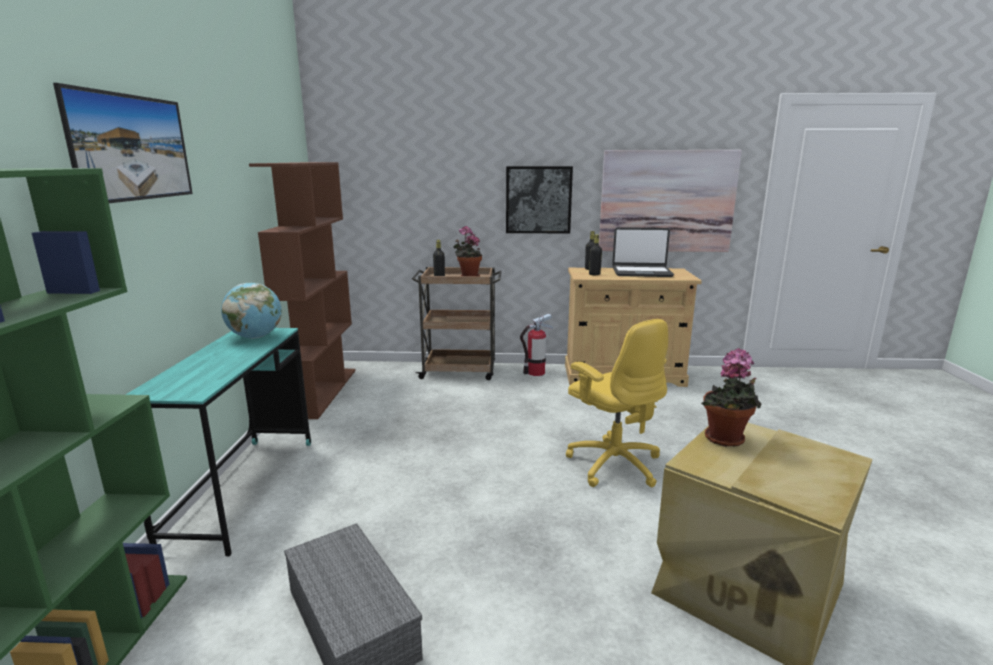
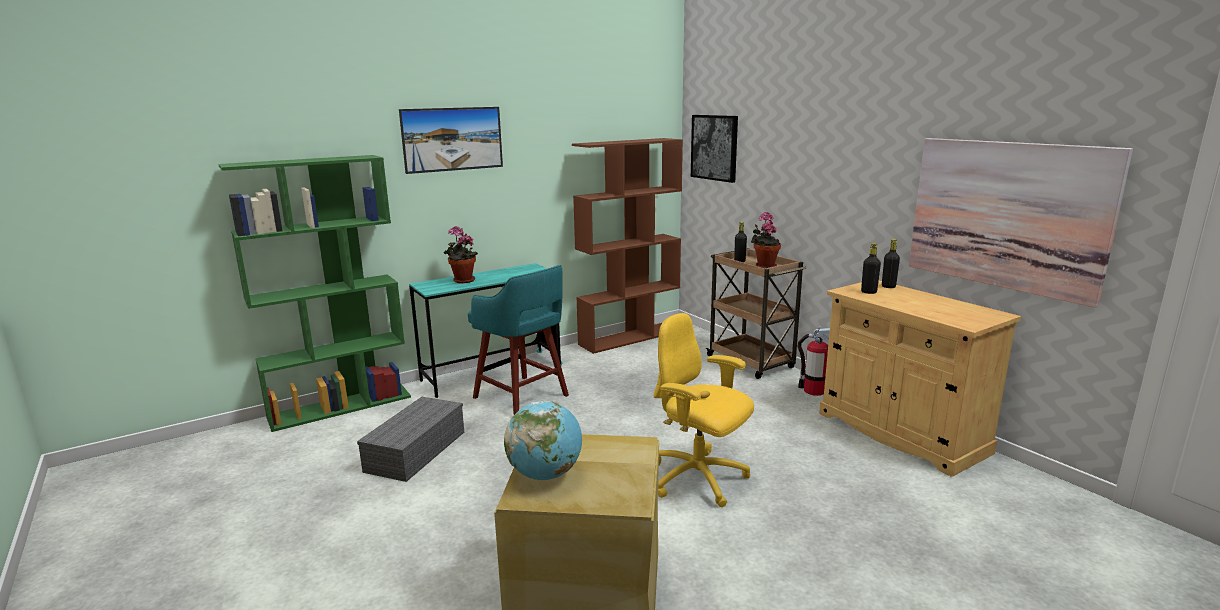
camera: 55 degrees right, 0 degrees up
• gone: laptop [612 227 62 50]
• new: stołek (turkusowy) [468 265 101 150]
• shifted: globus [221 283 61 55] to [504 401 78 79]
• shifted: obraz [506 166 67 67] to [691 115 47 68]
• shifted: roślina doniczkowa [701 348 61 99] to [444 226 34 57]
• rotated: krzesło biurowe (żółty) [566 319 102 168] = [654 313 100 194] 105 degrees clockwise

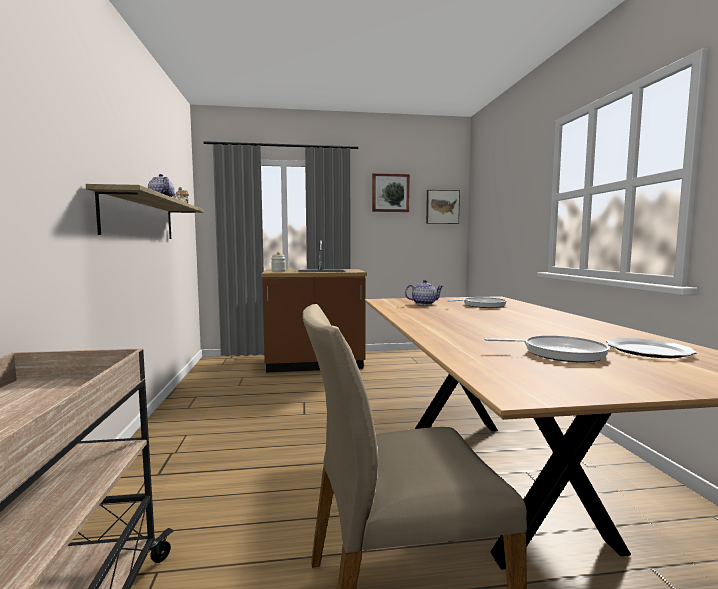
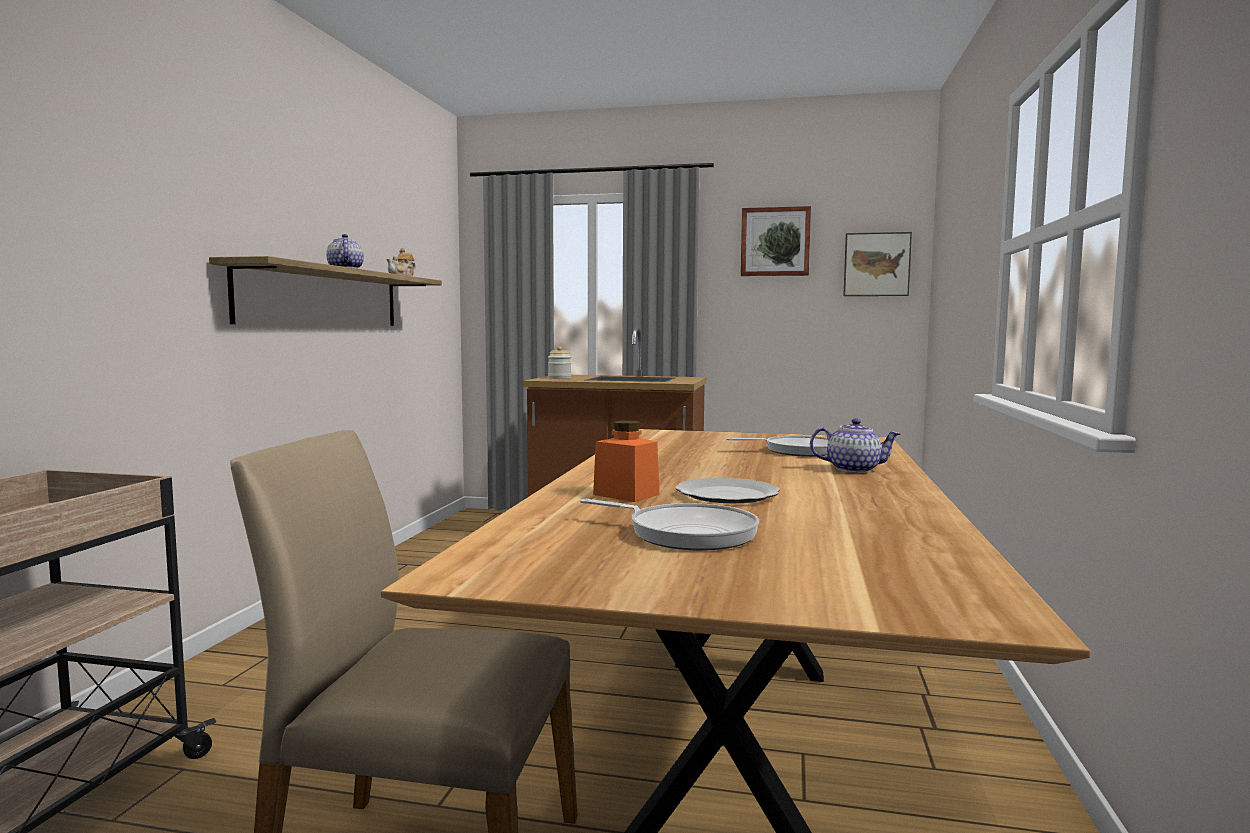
camera: 20 degrees right, 0 degrees up
• new: słoik (pomarańczowy) [593 420 66 82]
• shifted: imbryk [405 280 38 25] to [810 419 91 54]
• shifted: talerz [606 338 91 20] to [675 478 105 25]

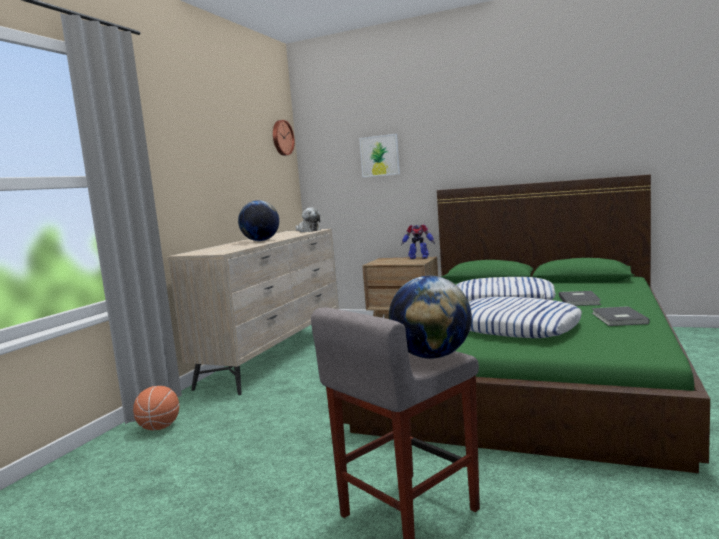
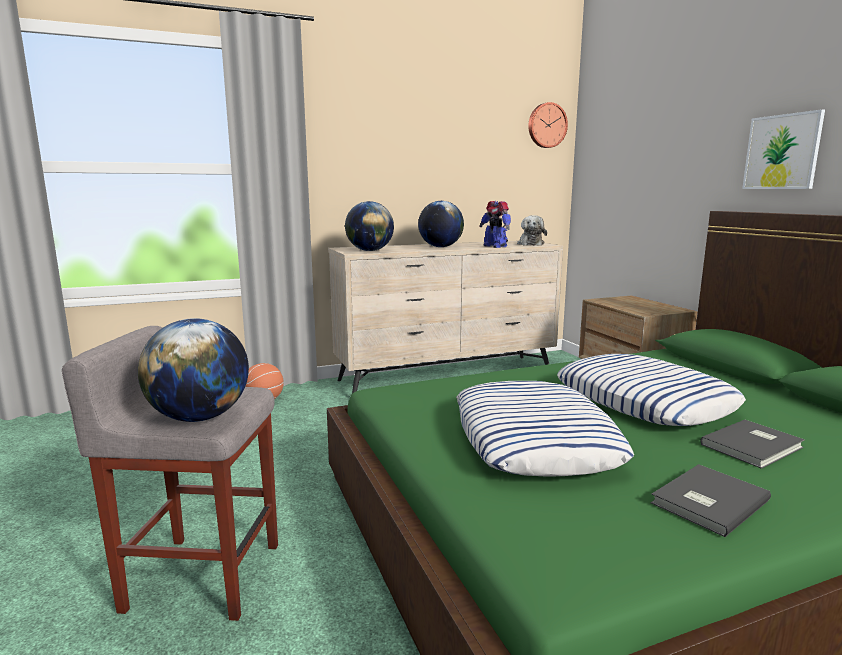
camera: 45 degrees right, 5 degrees up
• new: globus [345 201 49 50]
• shifted: obraz [359 134 41 43] to [742 109 83 80]
• shifted: robot zabawkowy [401 224 34 35] to [479 201 32 47]

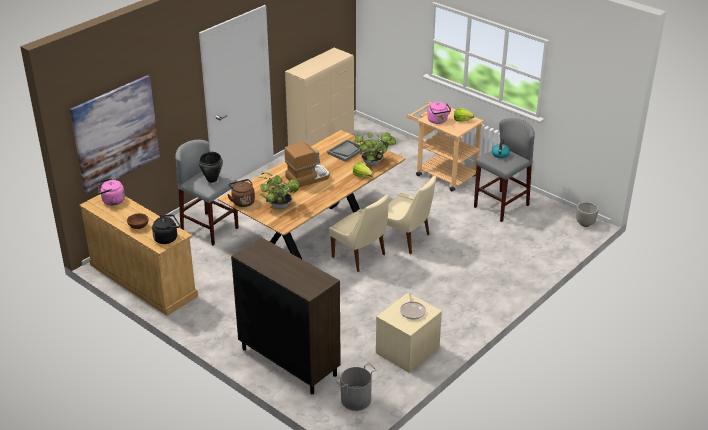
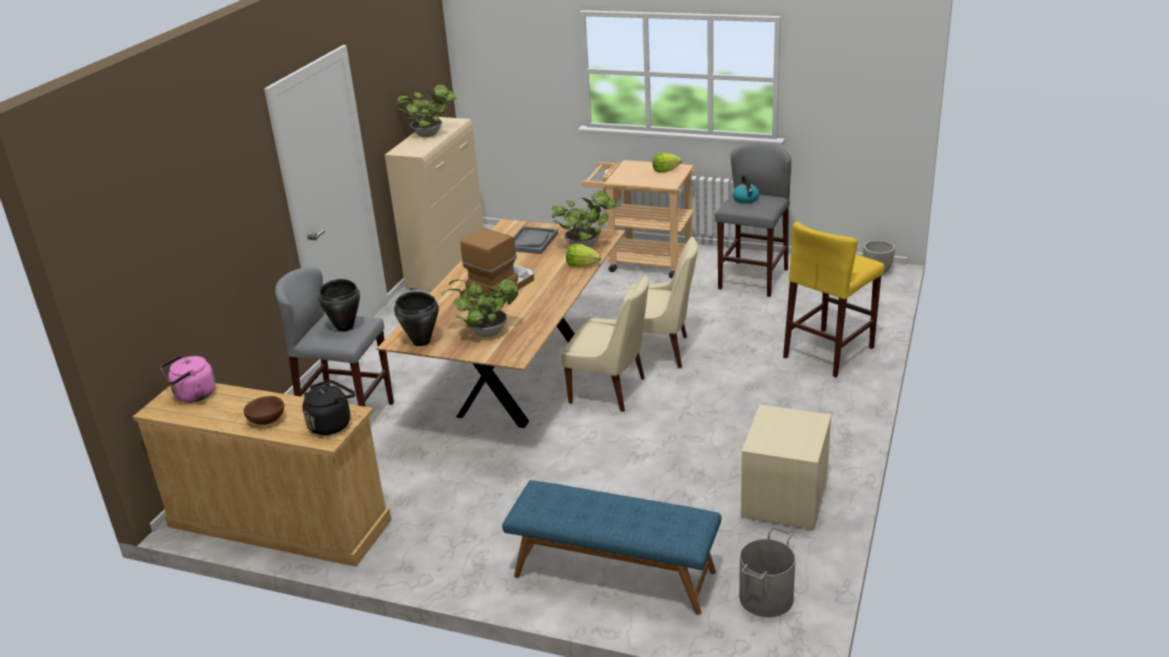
camera: 20 degrees left, 5 degrees down
• gone: obraz [70 75 90 119]
• gone: patelnia [400 293 26 26]
• gone: czajnik (różowy) [427 102 25 22]
• new: roślina doniczkowa [397 84 59 53]
• new: stołek (żółty) [783 222 102 155]
• swapped: czajnik (brązowy) [227 179 28 28] to garnek (czarny) [394 292 45 54]
• swapped: szafka (brązowy) [231 237 110 157] to ławka (niebieski) [502 480 219 135]

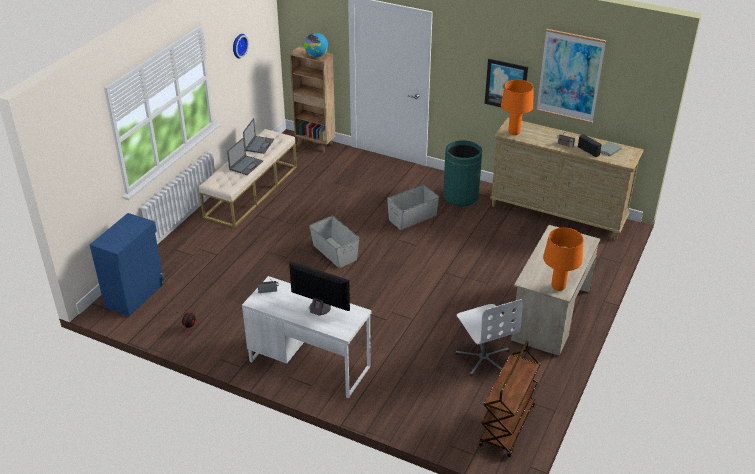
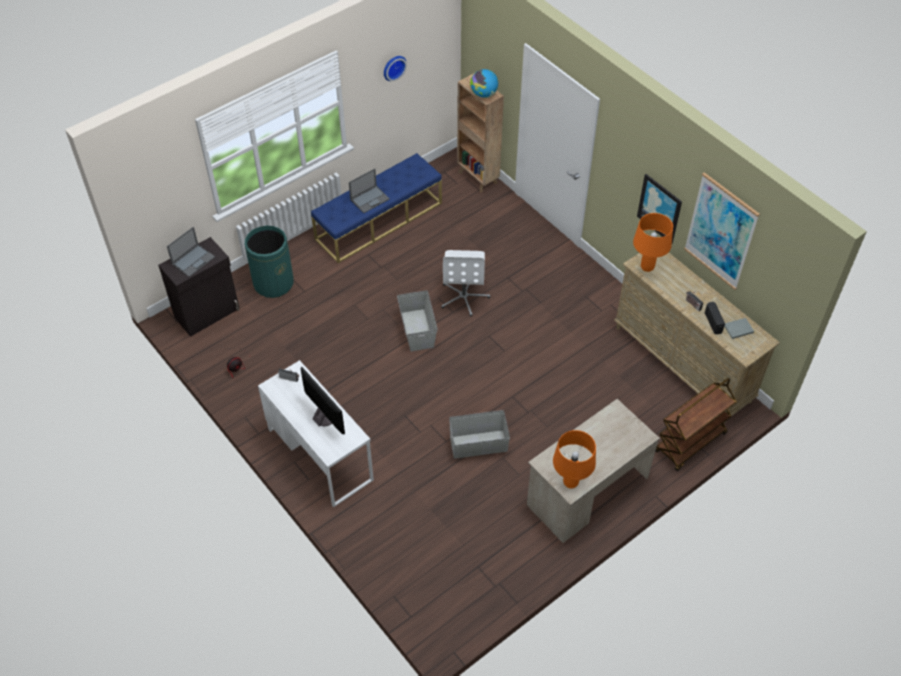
camera: 25 degrees right, 15 degrees up
• shifted: laptop [243 118 31 36] to [167 227 48 50]
• shifted: pojemnik do przechowywania (szary) [387 184 52 46] to [449 410 61 49]
• shifted: kosz na śmieci (zielony) [443 140 39 67] to [245 226 49 72]
• shifted: krzesło biurowe (biały) [455 299 68 77] to [441 250 49 67]
• shifted: wózek (brązowy) [479 341 61 116] to [656 378 81 93]
• repainted: szafka (niebieski) [90 213 76 104] to szafka (czarny) [158 237 82 100]
• repainted: ławka (beżowy) [199 129 98 99] to ławka (niebieski) [311 153 131 110]

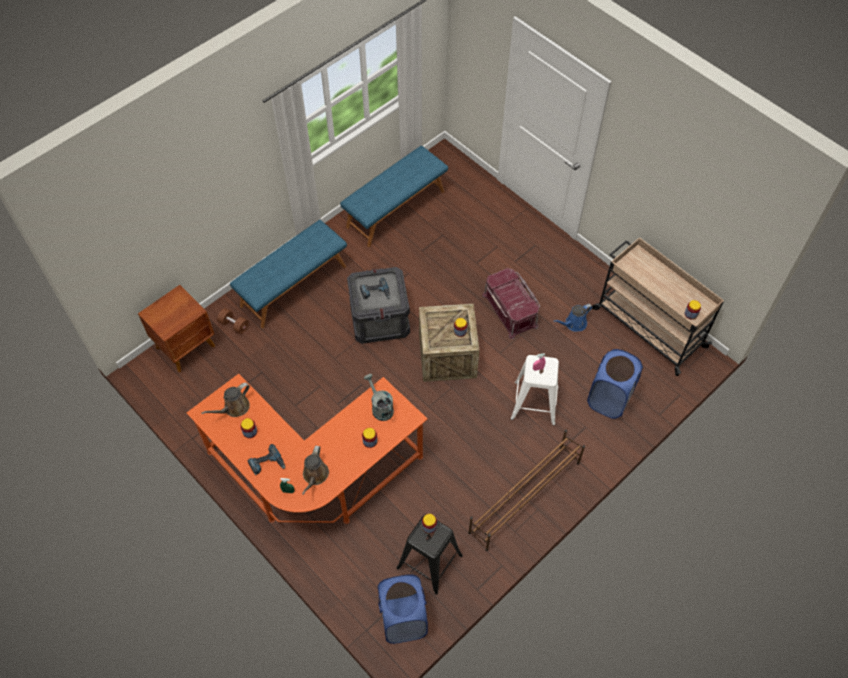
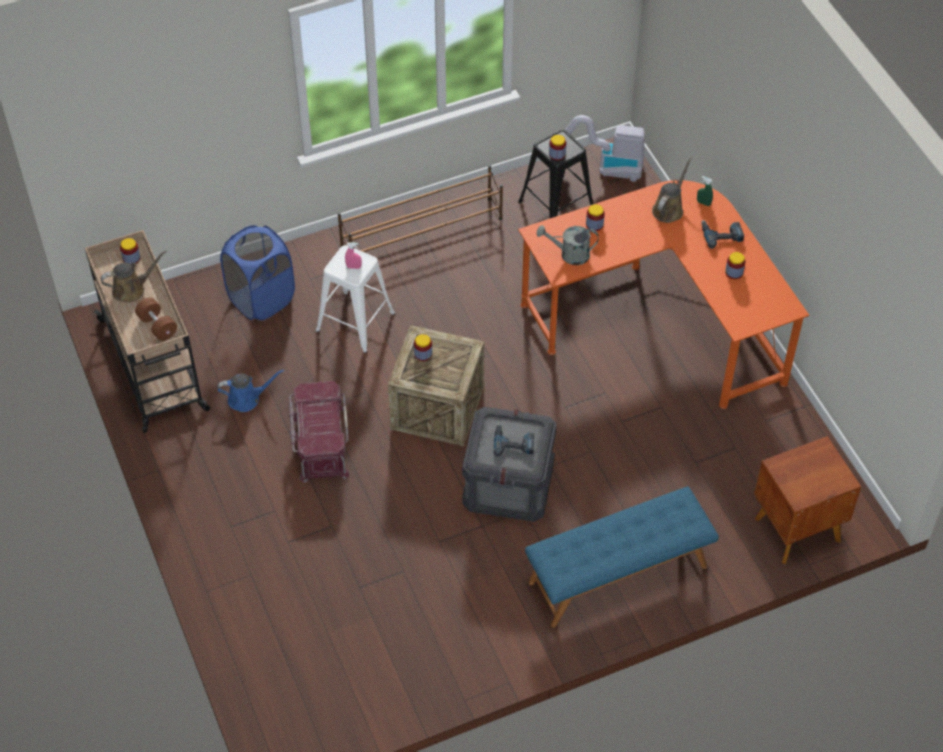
camera: 160 degrees left, 5 degrees down
• gone: ławka (niebieski) [340 146 108 101]
• shifted: konewka (brązowy) [202 383 48 34] to [100 250 67 52]
• shifted: hantel (brązowy) [217 308 32 26] to [135 297 42 44]
• swapped: kosz na pranie (niebieski) [378 574 50 70] to odkurzacz [565 115 80 67]
• rotated: konewka (szary) [364 374 30 47] = [536 225 63 40] 105 degrees clockwise

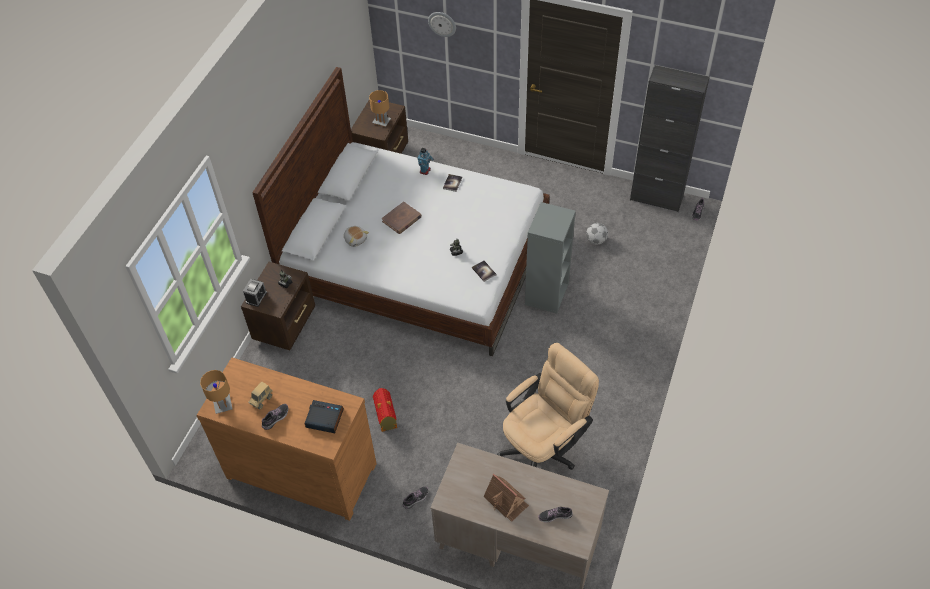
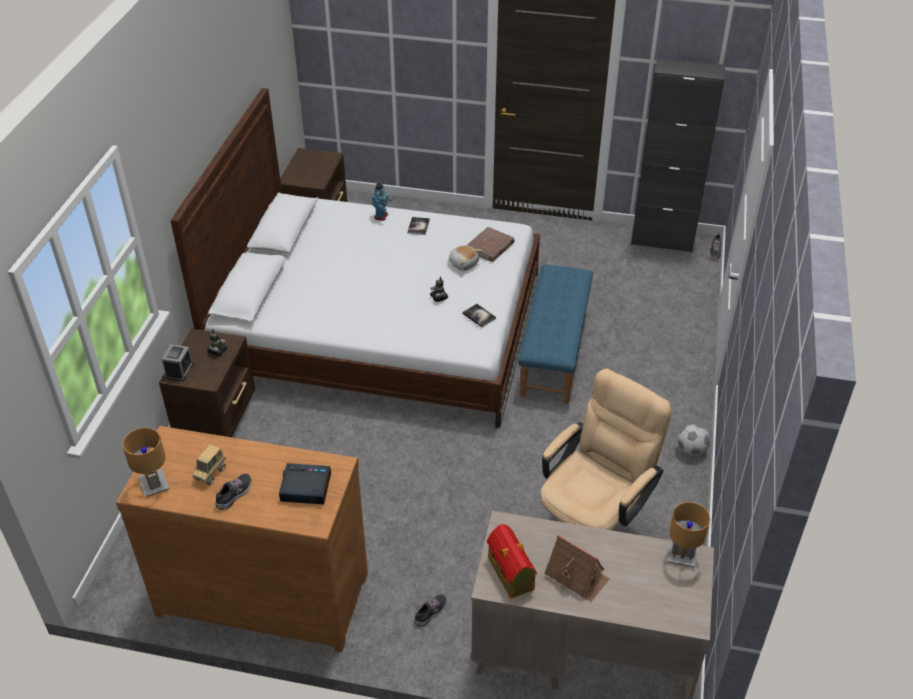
camera: 10 degrees left, 10 degrees down
• gone: zegar ścienny [428 12 28 25]
• gone: but [538 507 35 16]
• shifted: pluszak [344 226 25 21] to [449 245 34 26]
• shifted: lampa stołowa (brązowy) [369 90 22 37] to [667 502 43 65]
• shifted: domek [373 388 24 44] to [487 524 50 75]
• shifted: książka (brązowy) [382 201 40 33] to [466 227 49 35]
• shifted: piłka futbolowa [586 223 22 21] to [678 424 32 32]
• swapped: regał (szary) [525 202 51 112] to ławka (niebieski) [518 265 75 139]

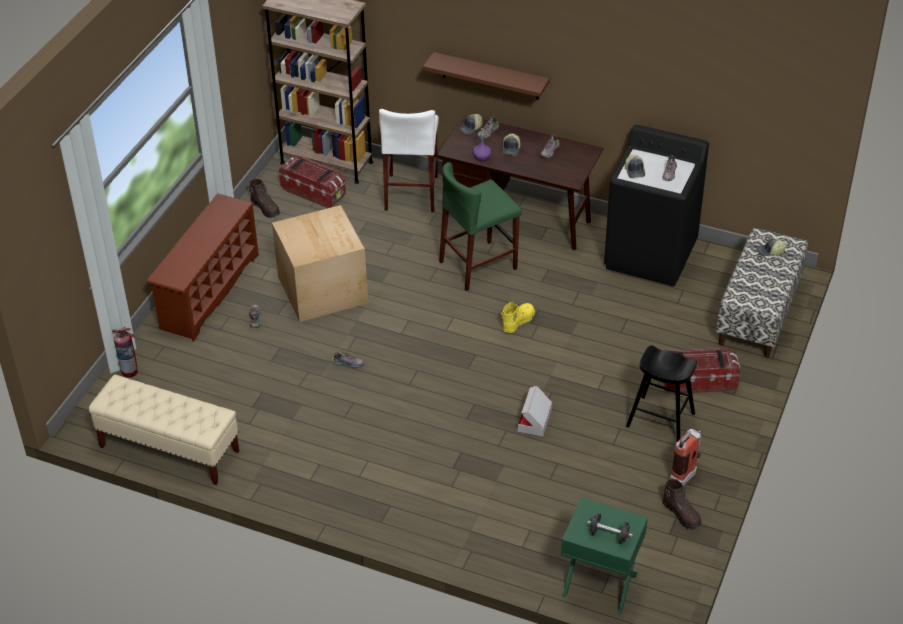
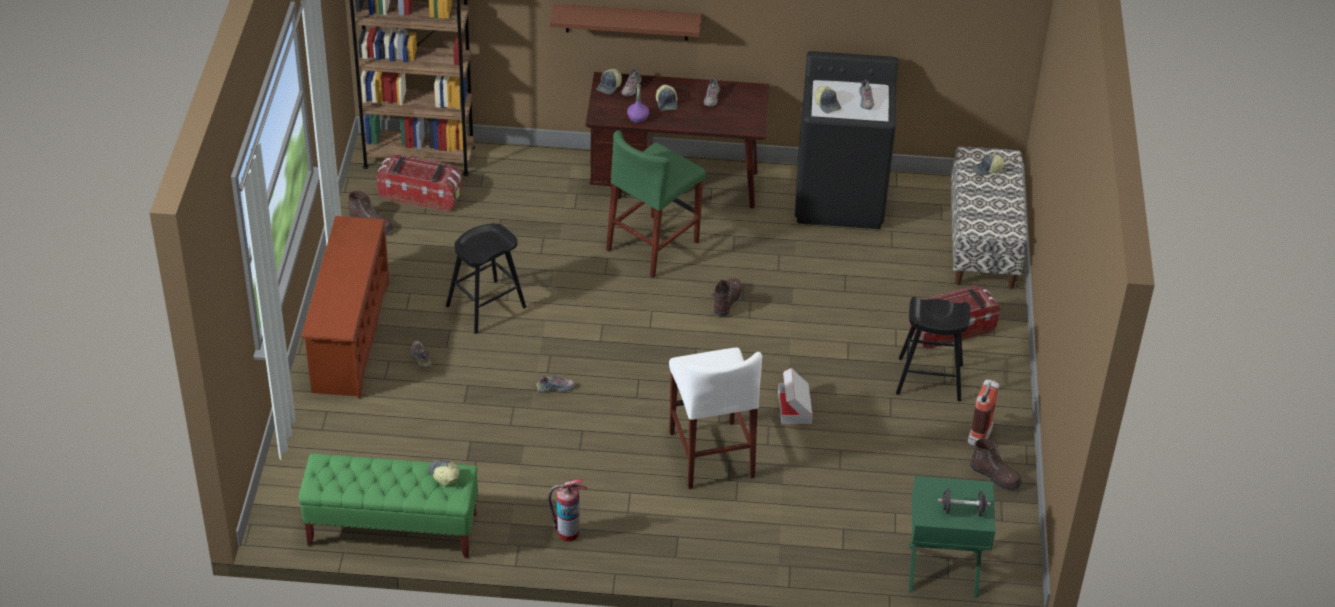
camera: 20 degrees left, 0 degrees up
• new: czapka z daszkiem [428 460 31 26]
• shifted: gaśnica [112 327 26 51] to [548 479 39 63]
• shifted: stołek (biały) [379 109 60 103] to [669 347 93 142]
• swapped: karton [272 205 96 117] to stołek (czarny) [446 223 80 111]
• repainted: ławka (beżowy) [89 375 150 110] to ławka (zielony) [299 453 180 105]
• repainted: but z cholewką (żółty) [501 302 34 31] to but z cholewką (brązowy) [713 278 29 38]

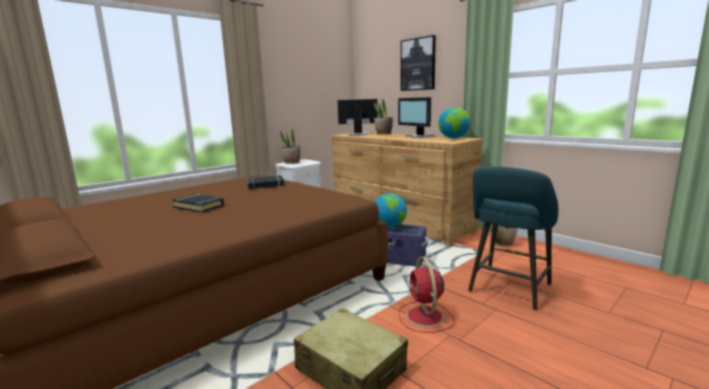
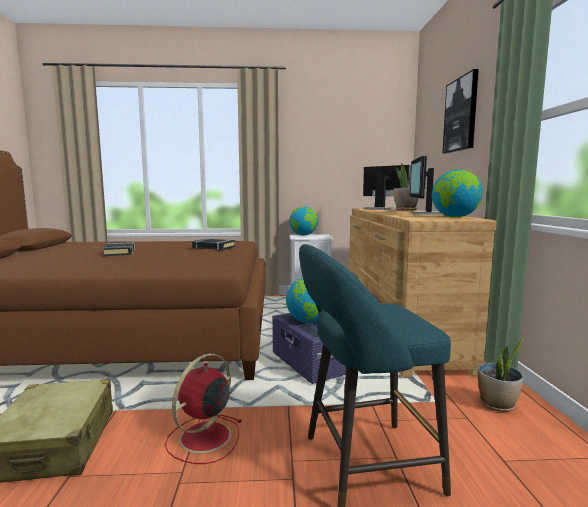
camera: 40 degrees right, 5 degrees down
• swapped: roślina doniczkowa [280 129 20 35] to globus [289 207 29 28]

